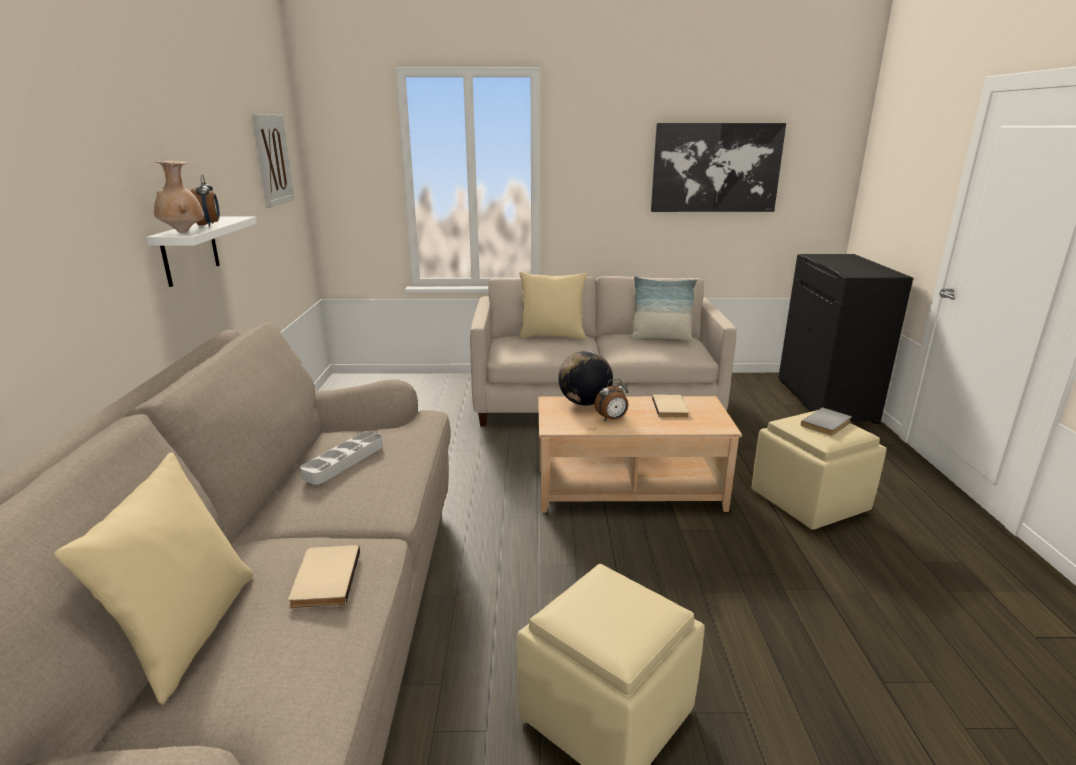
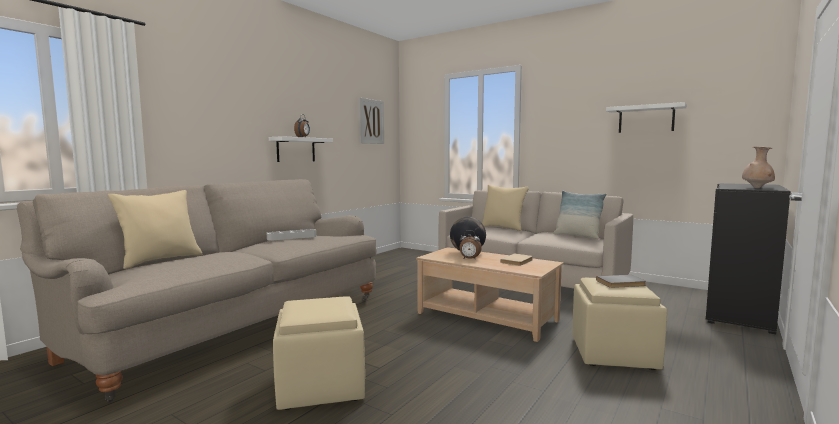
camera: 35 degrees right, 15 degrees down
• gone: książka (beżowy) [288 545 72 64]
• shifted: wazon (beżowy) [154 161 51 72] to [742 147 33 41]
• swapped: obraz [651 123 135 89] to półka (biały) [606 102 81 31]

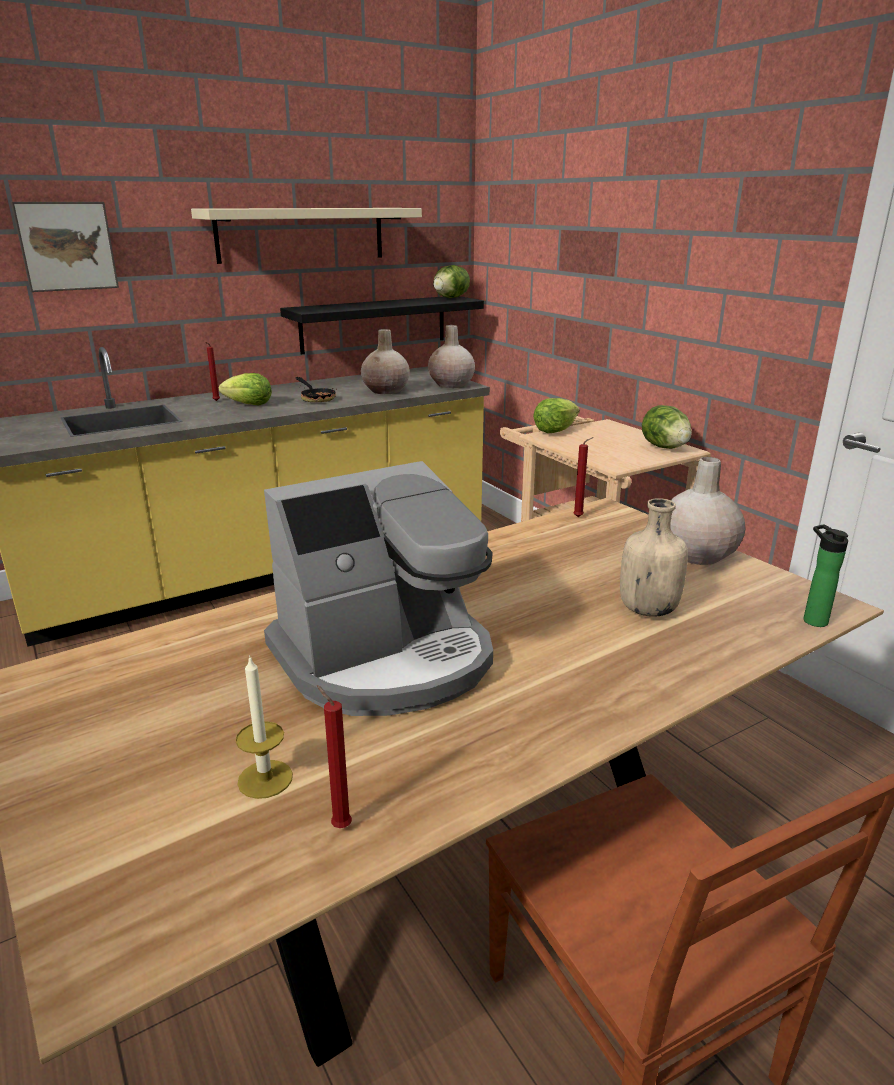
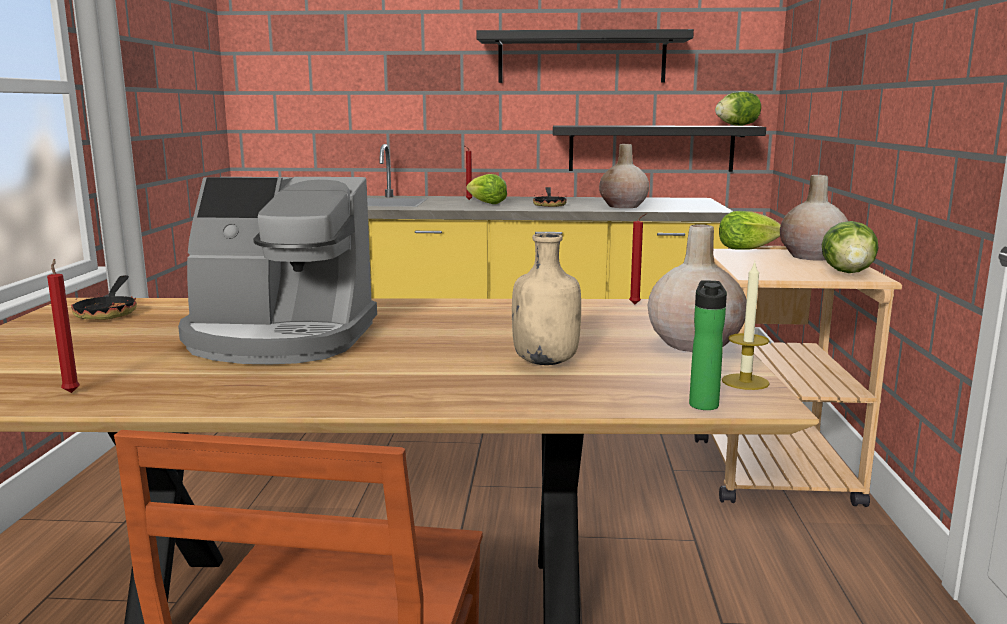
camera: 35 degrees right, 10 degrees down
• gone: obraz [11 202 108 90]
• new: patelnia [71 275 66 45]
• shifted: świeca [236 655 57 144] to [722 260 48 130]
• shifted: wazon (beżowy) [428 325 47 63] to [780 175 68 85]
• repainted: półka (beżowy) [191 208 231 56] to półka (czarny) [476 29 218 54]

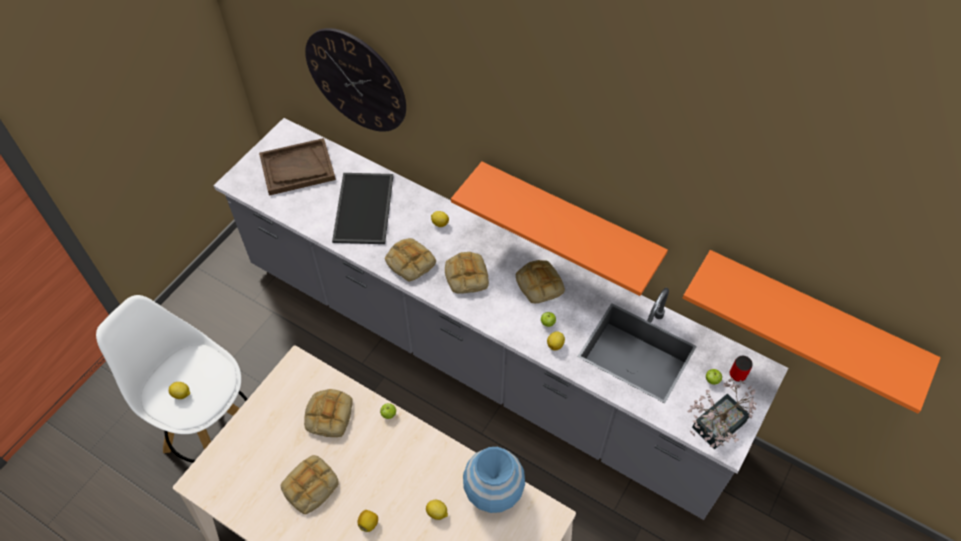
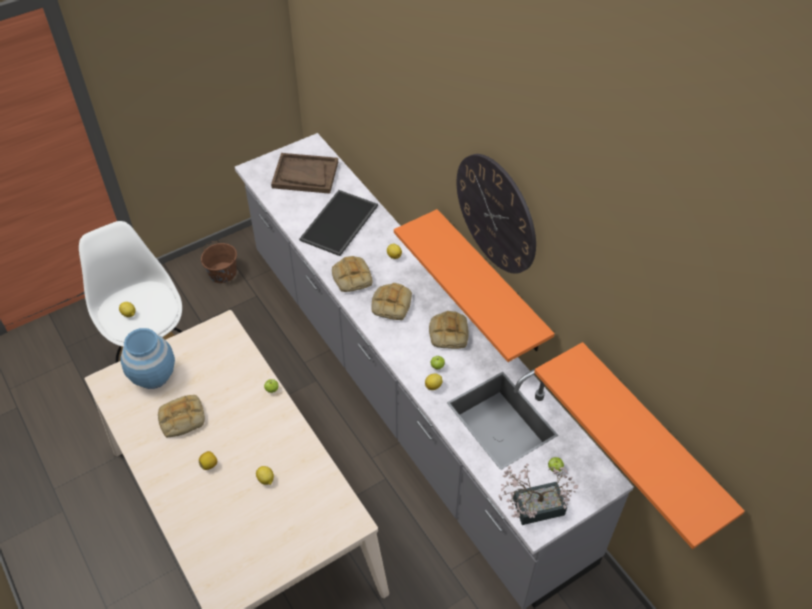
camera: 25 degrees right, 5 degrees down
• gone: chleb [304 389 49 48]
• gone: puszka [730 356 22 26]
• new: wiadro (brązowy) [201 241 36 42]
• shifted: zegar ścienny [305 28 101 104] to [457 154 79 120]
• shifted: wazon (niebieski) [463 447 62 66] to [120 328 55 61]

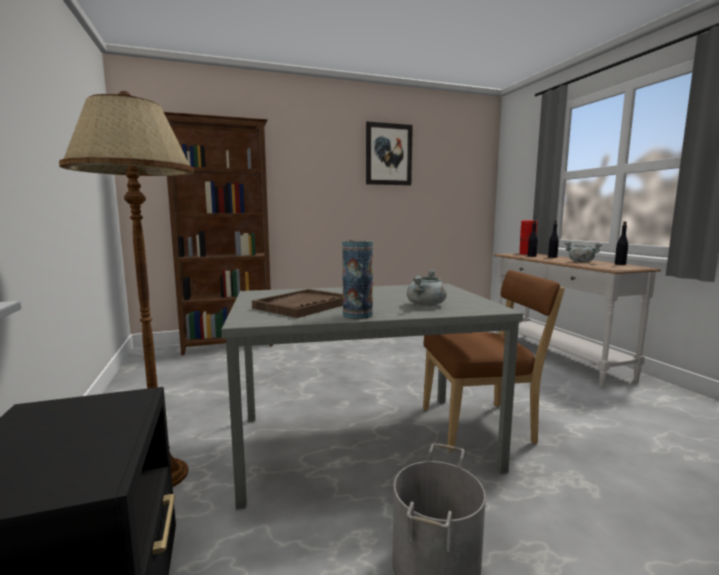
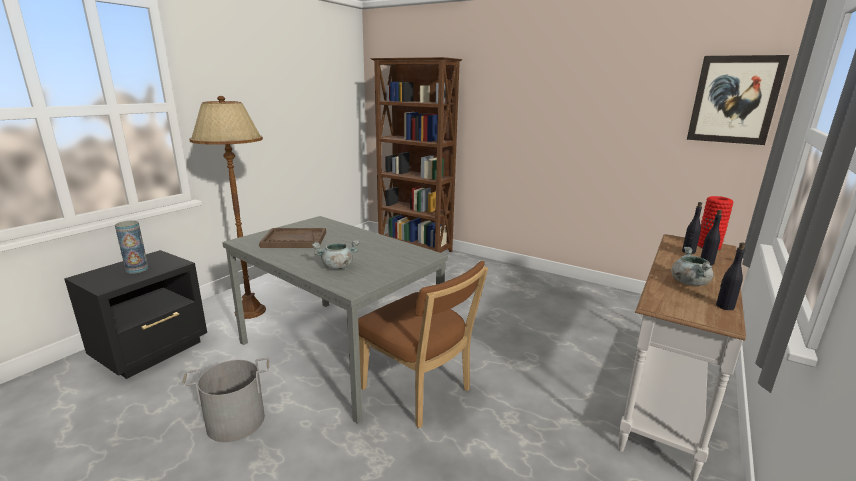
camera: 50 degrees right, 10 degrees up
• shifted: wazon [342 240 31 79] to [115 220 34 54]
• shifted: obraz [366 122 47 64] to [687 55 102 90]

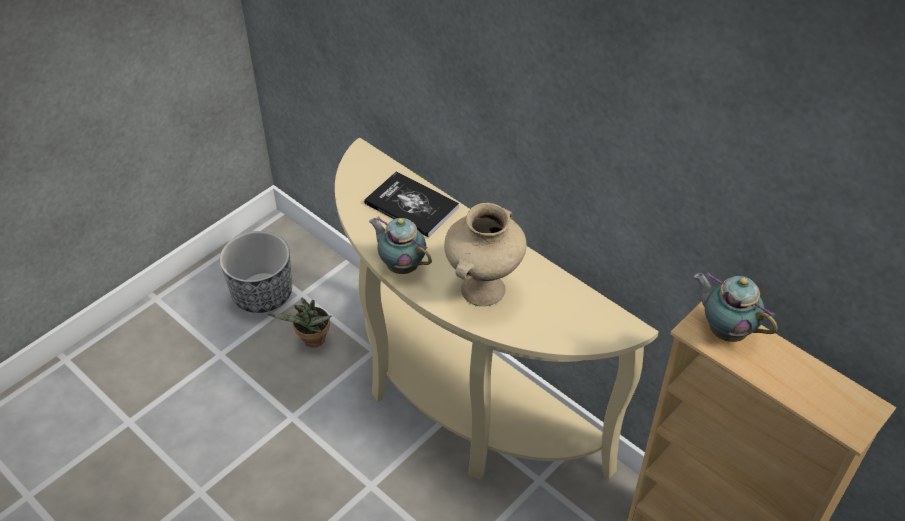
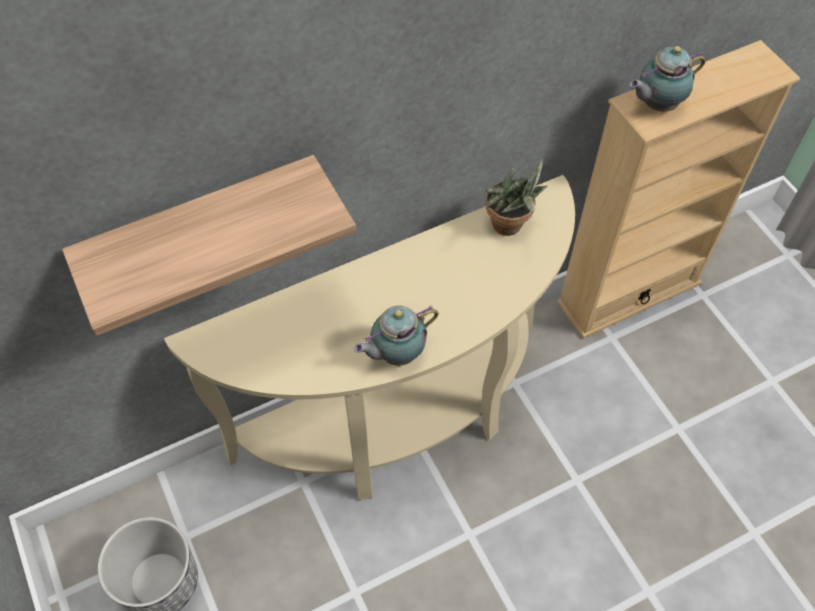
camera: 70 degrees left, 10 degrees up
• gone: książka [364 171 95 67]
• gone: wazon (beżowy) [444 203 82 103]
• new: półka [62 155 294 181]
• shifted: roślina doniczkowa [268 298 64 50] to [486 159 62 77]

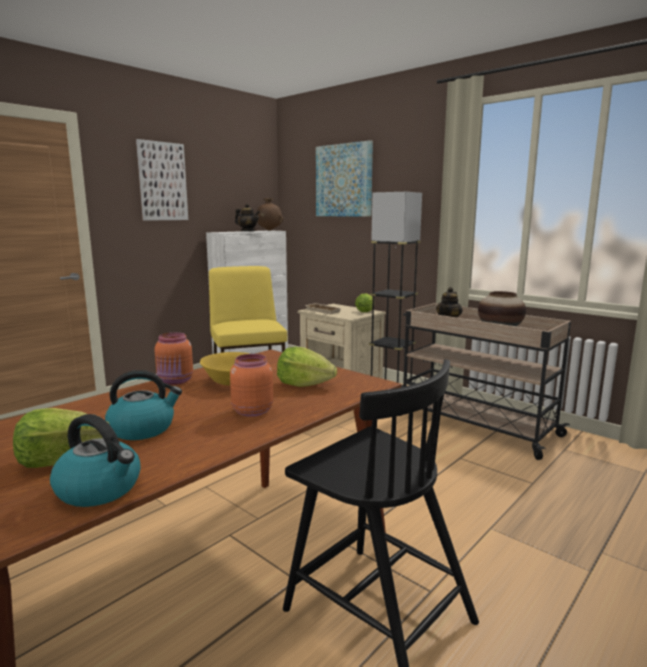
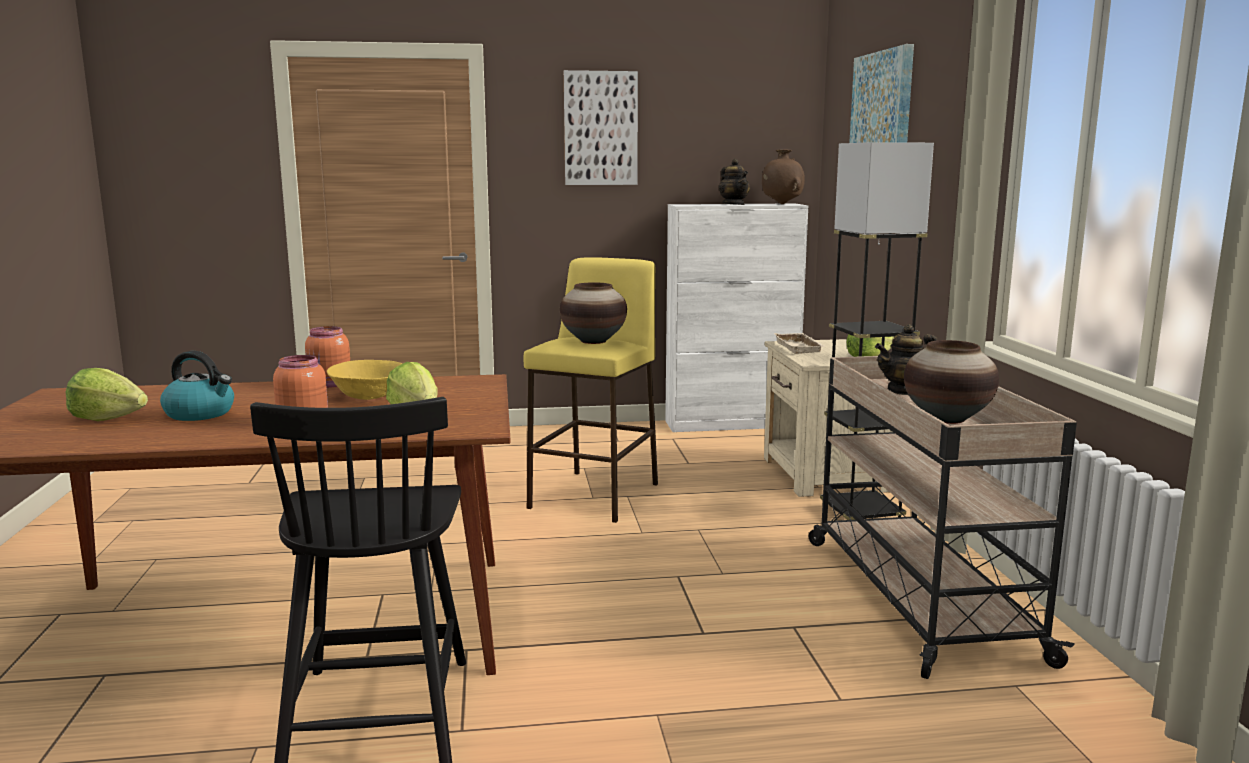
camera: 40 degrees right, 0 degrees up
• gone: czajnik [50 414 91 93]
• new: wazon [560 282 67 62]

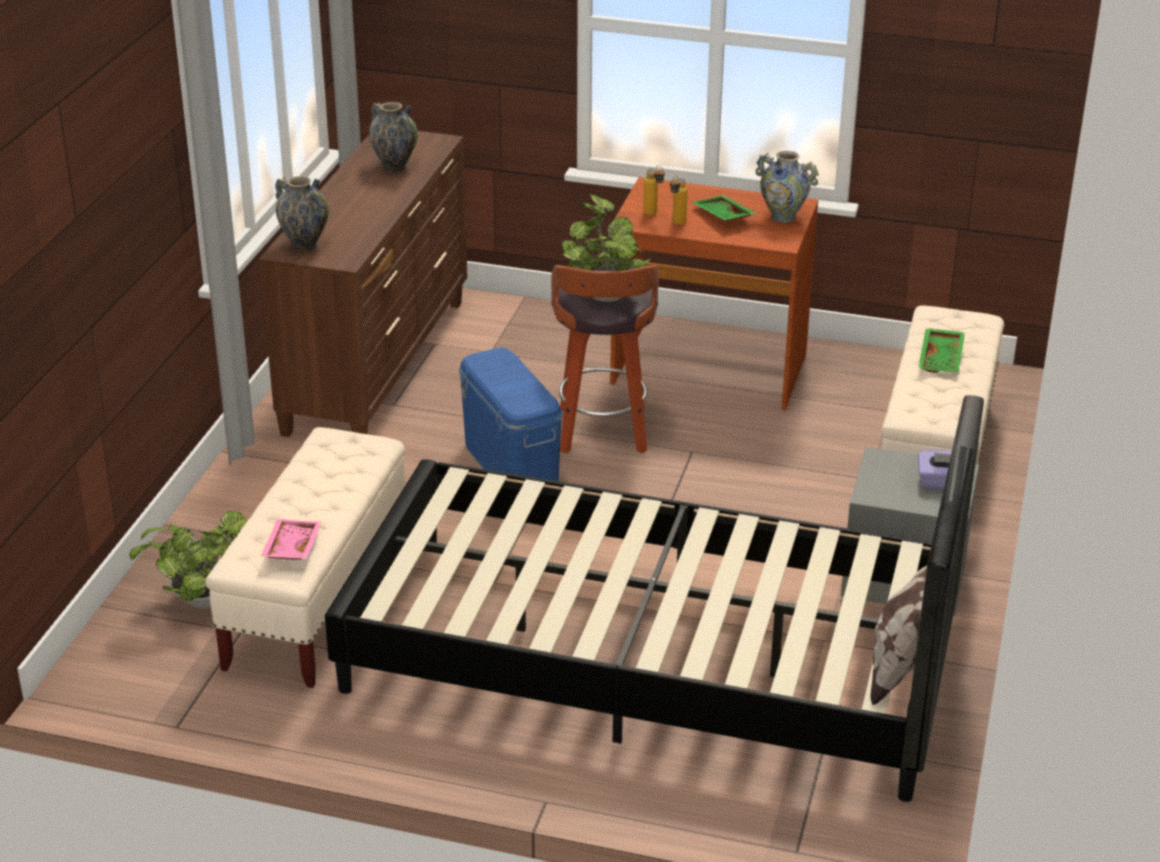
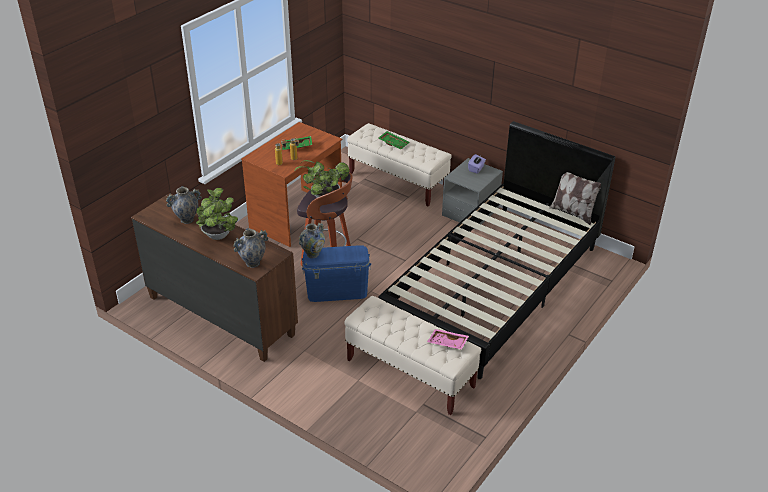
camera: 70 degrees left, 5 degrees up
• shifted: roślina doniczkowa [129 511 119 98] to [196 188 42 52]
• shifted: wazon [756 151 63 72] to [299 223 26 35]

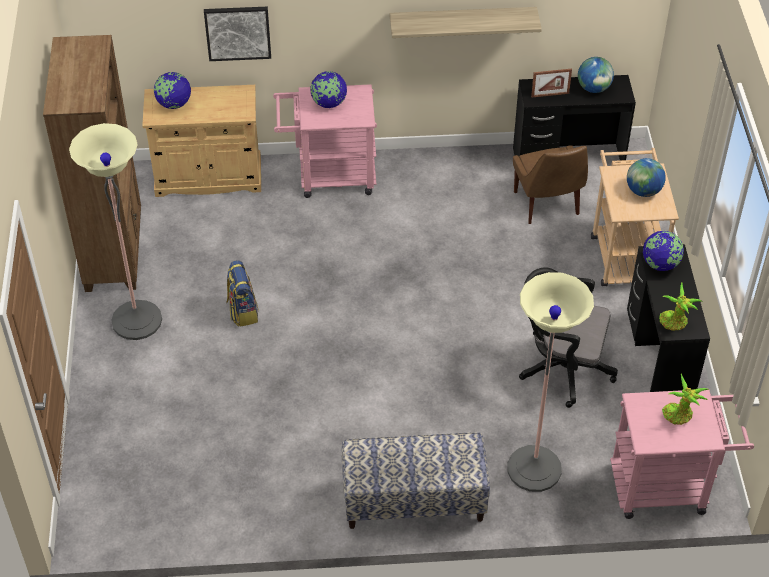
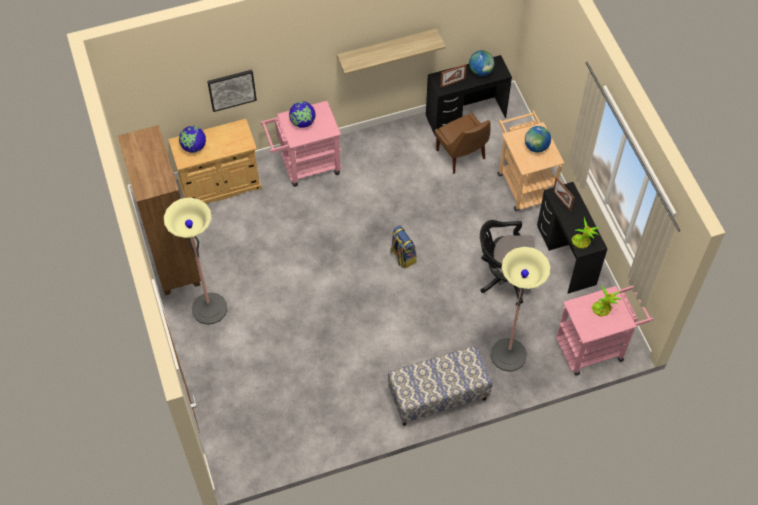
camera: 15 degrees left, 10 degrees up
• shifted: plecak [227 260 32 67] to [390 225 26 43]
• swapped: globus [643 231 41 40] to ramka na zdjęcie [553 177 22 34]

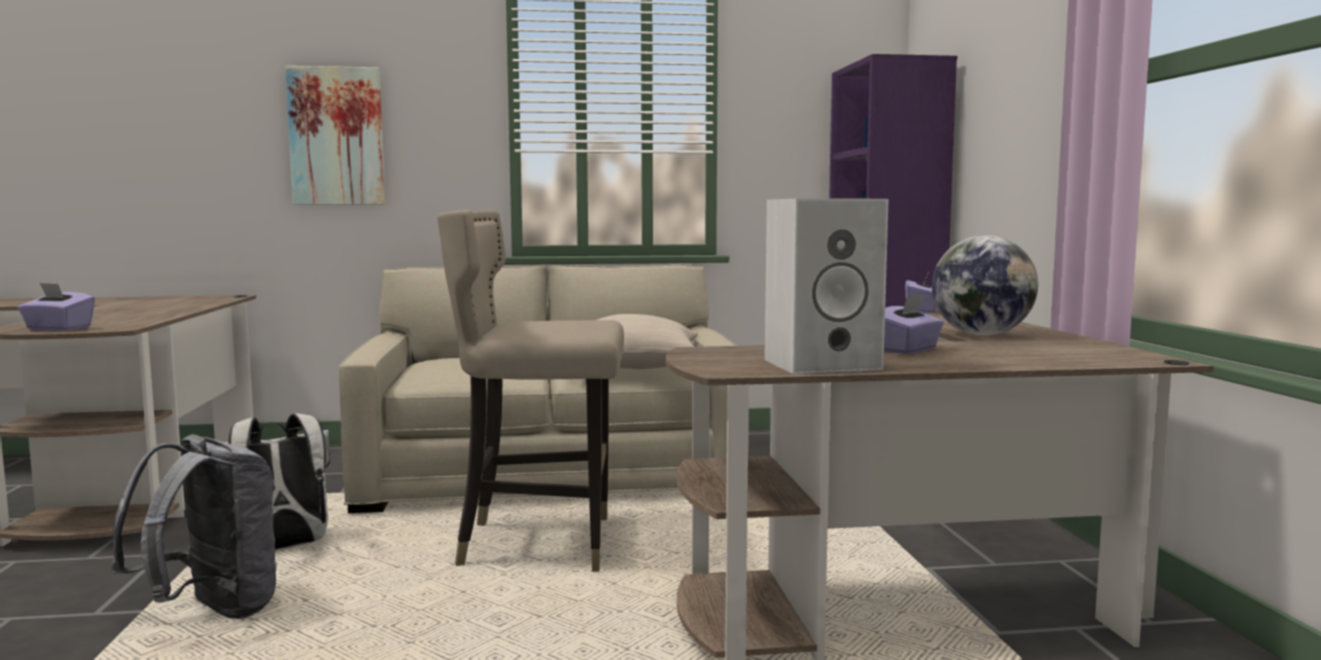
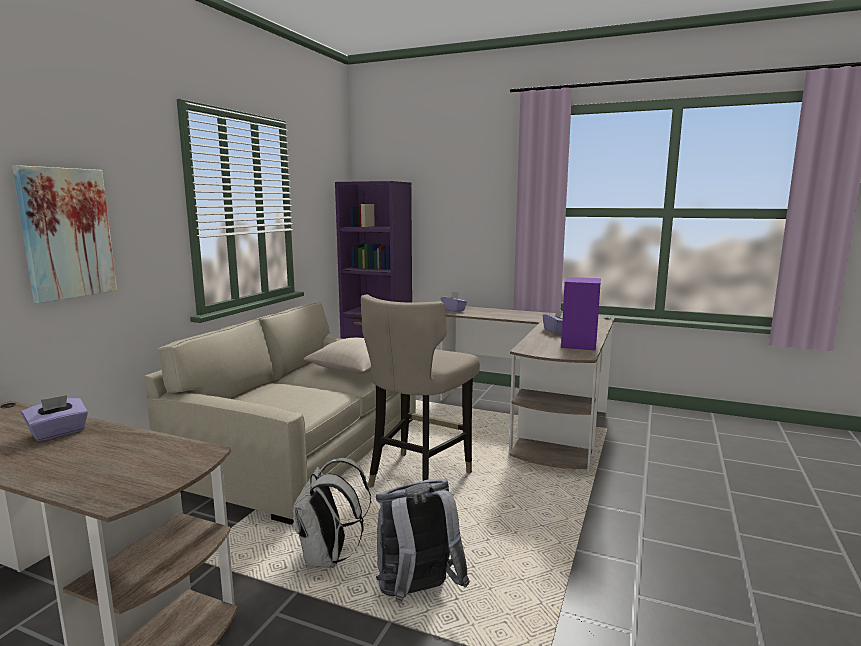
camera: 60 degrees left, 5 degrees up
• gone: globus [932 235 106 101]
• shifted: pudełko chusteczek (fioletowy) [18 283 77 48] to [22 395 66 46]
• repainted: głośnik (biały) [765 199 124 175] to głośnik (fioletowy) [561 277 40 74]

